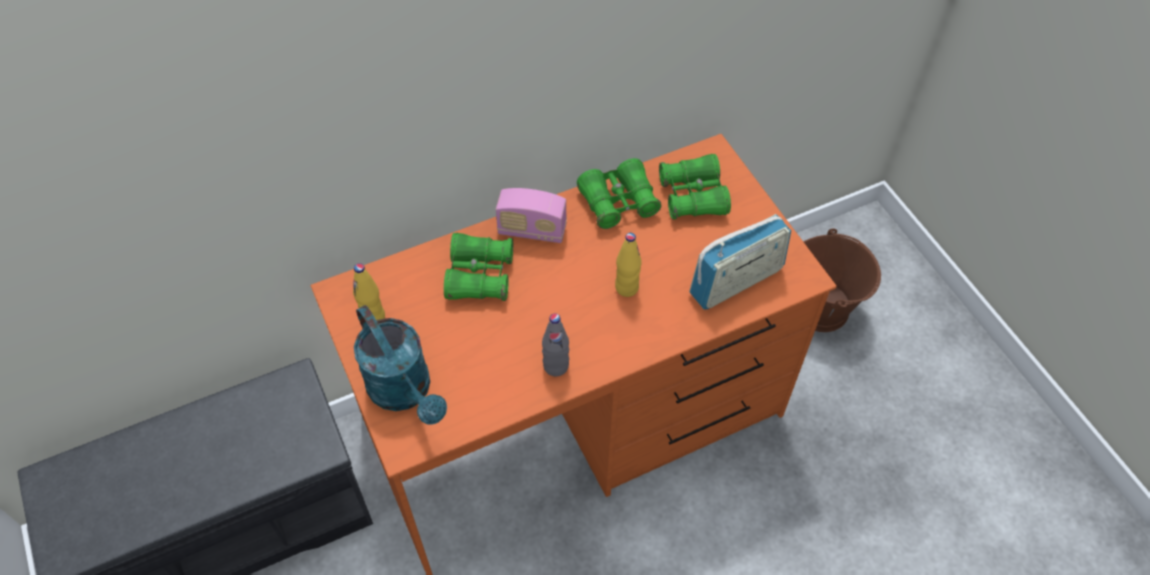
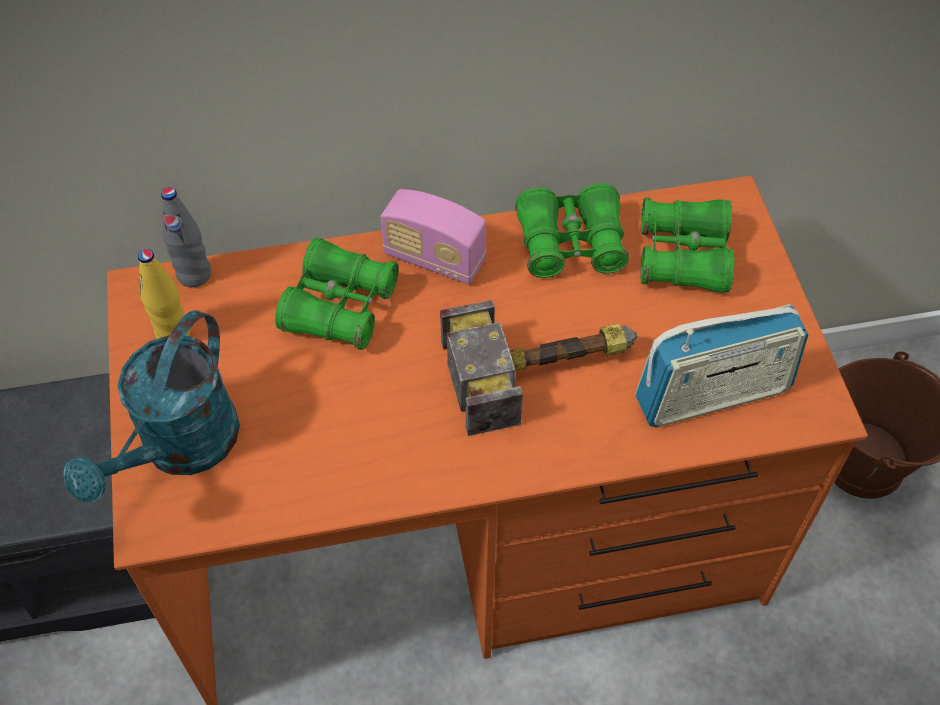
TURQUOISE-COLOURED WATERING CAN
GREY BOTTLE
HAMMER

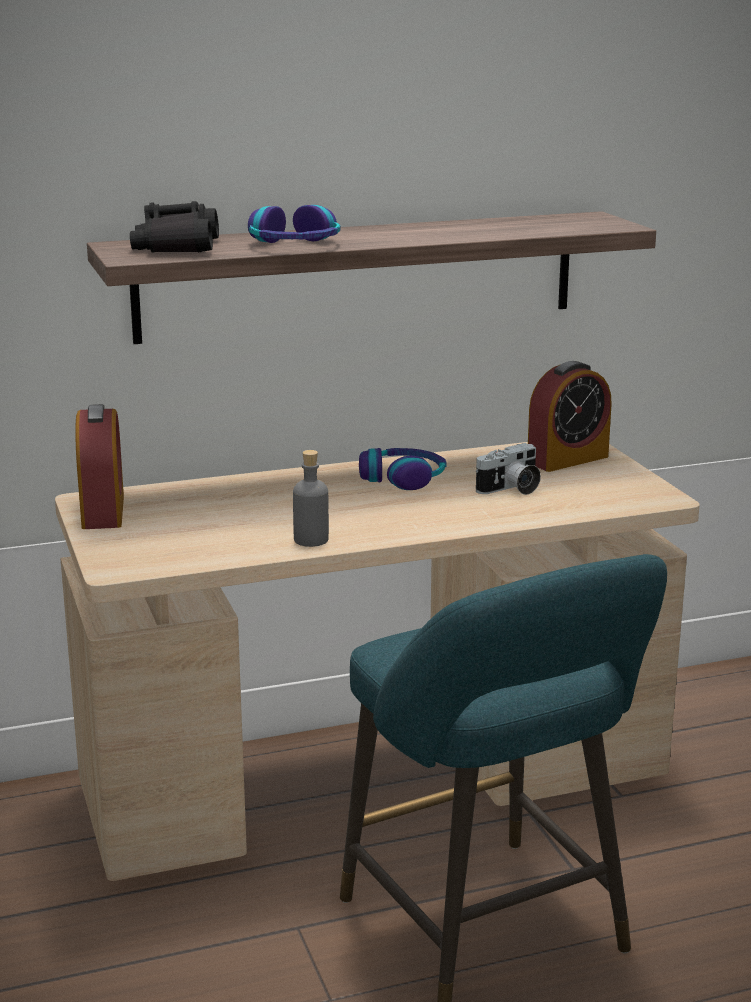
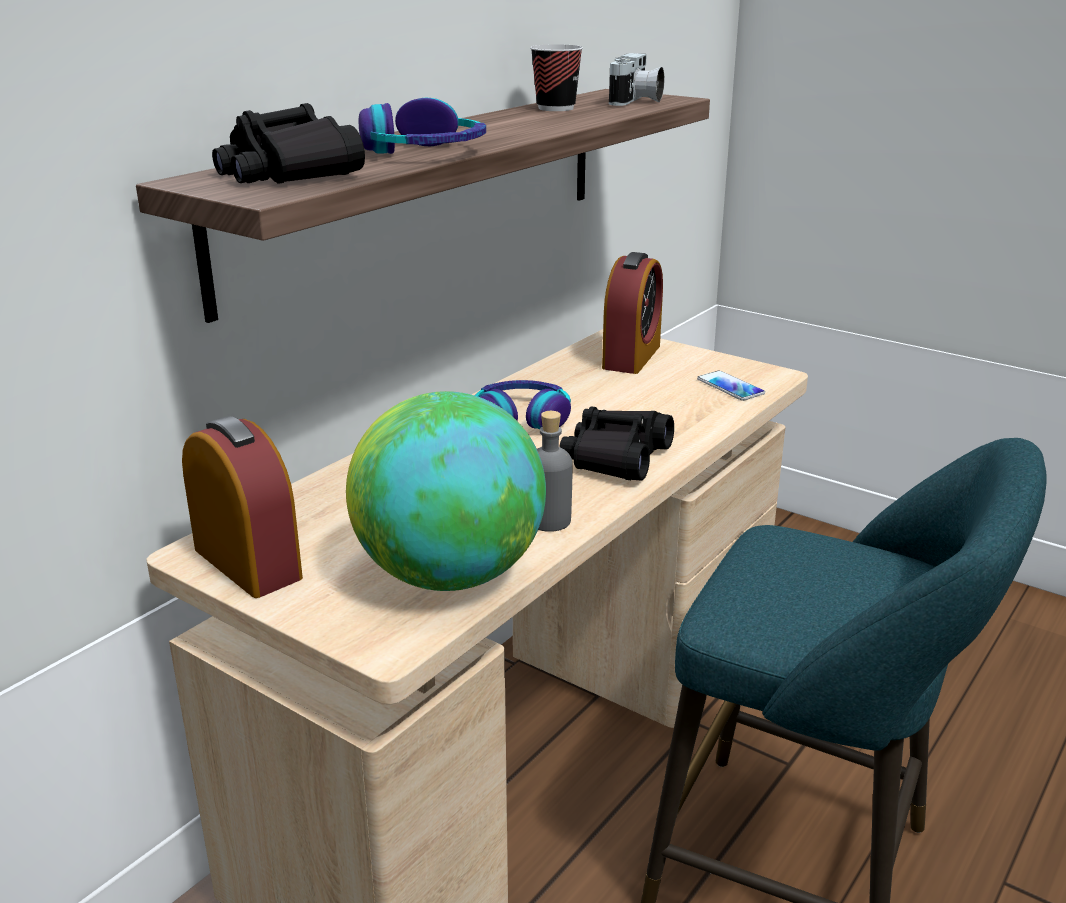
PHOTO CAMERA
DESK GLOBE
DRINKING CUP
BLACKISH PAIR OF BINOCULARS (no. 2 from left)
TELEPHONE

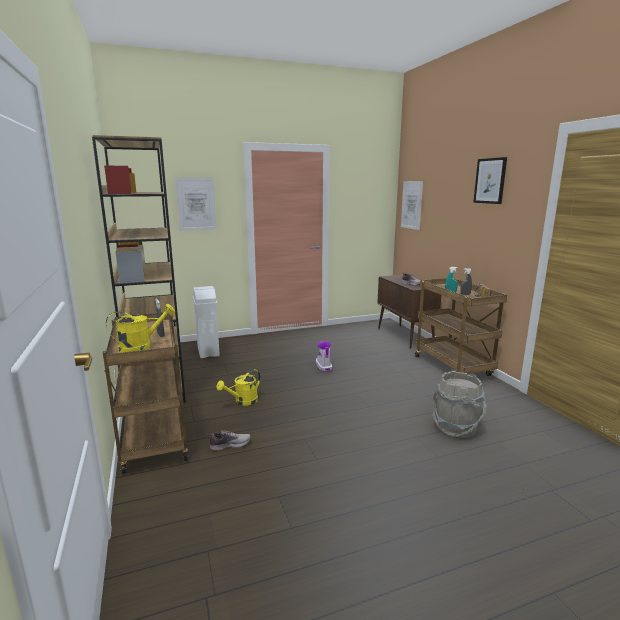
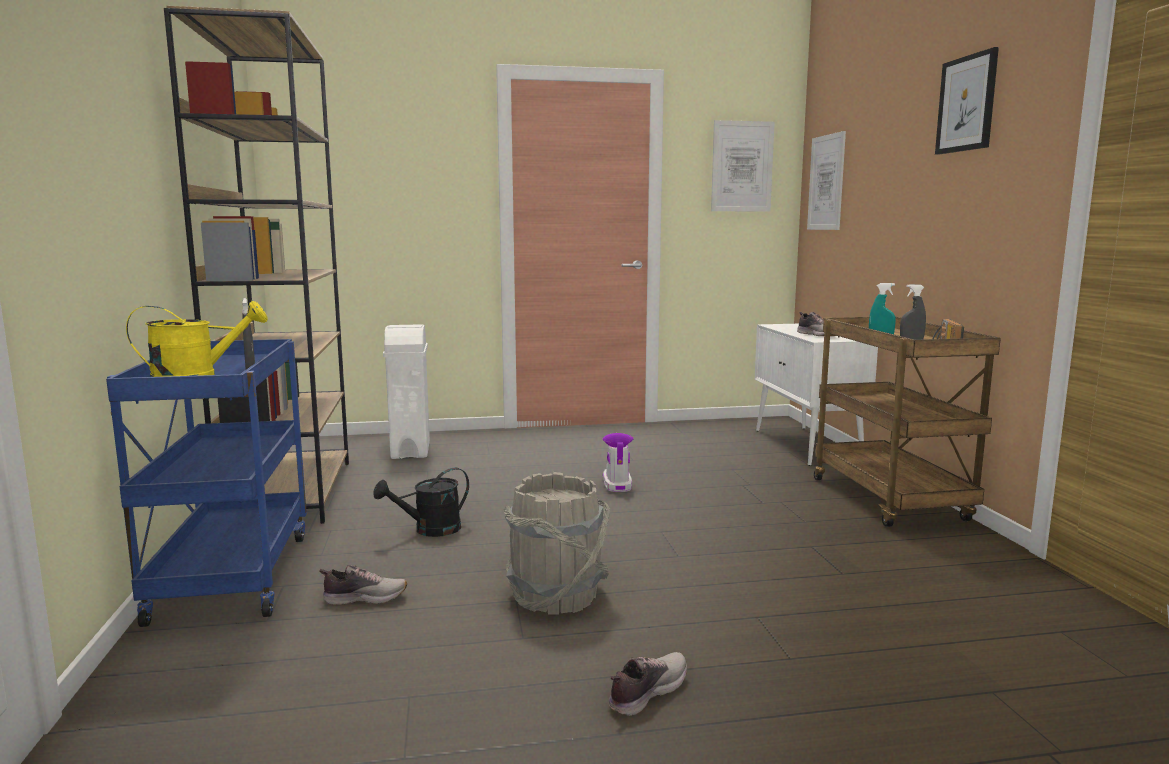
BLUE-COLOURED WHEELED CART
PICTURE (no. 1 from left)
BLACKISH WATERING CAN
WHITE-COLOURED CUPBOARD
GREY WATER BUCKET
ITEM OF FOOTWEAR (no. 2 from left)

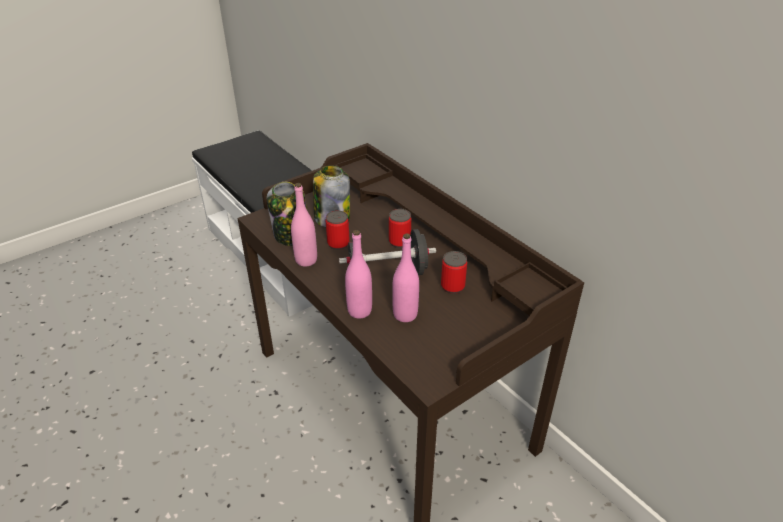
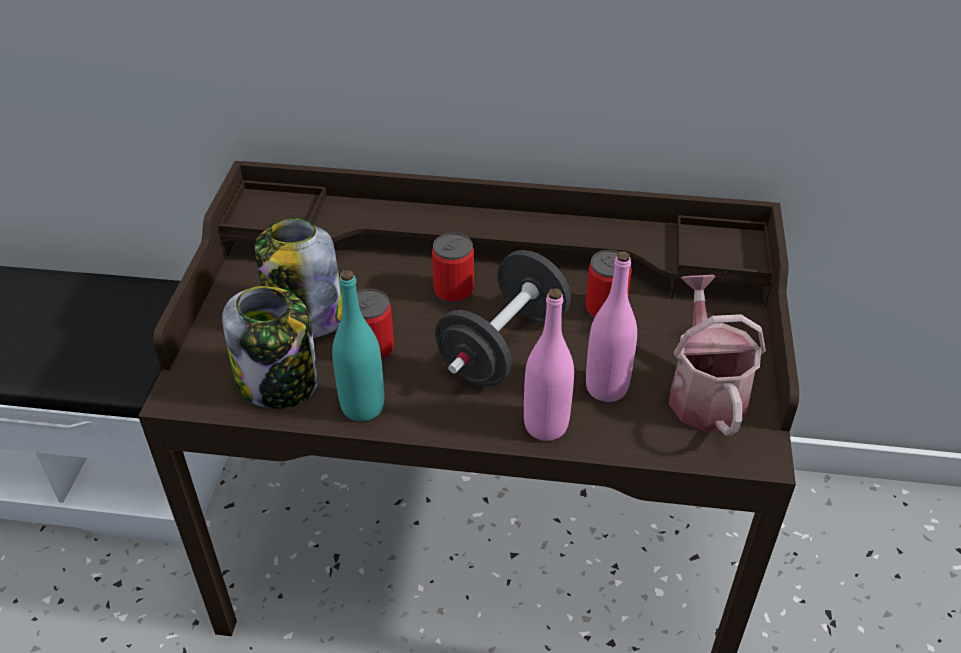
TURQUOISE-COLOURED BOTTLE
WATERING CAN

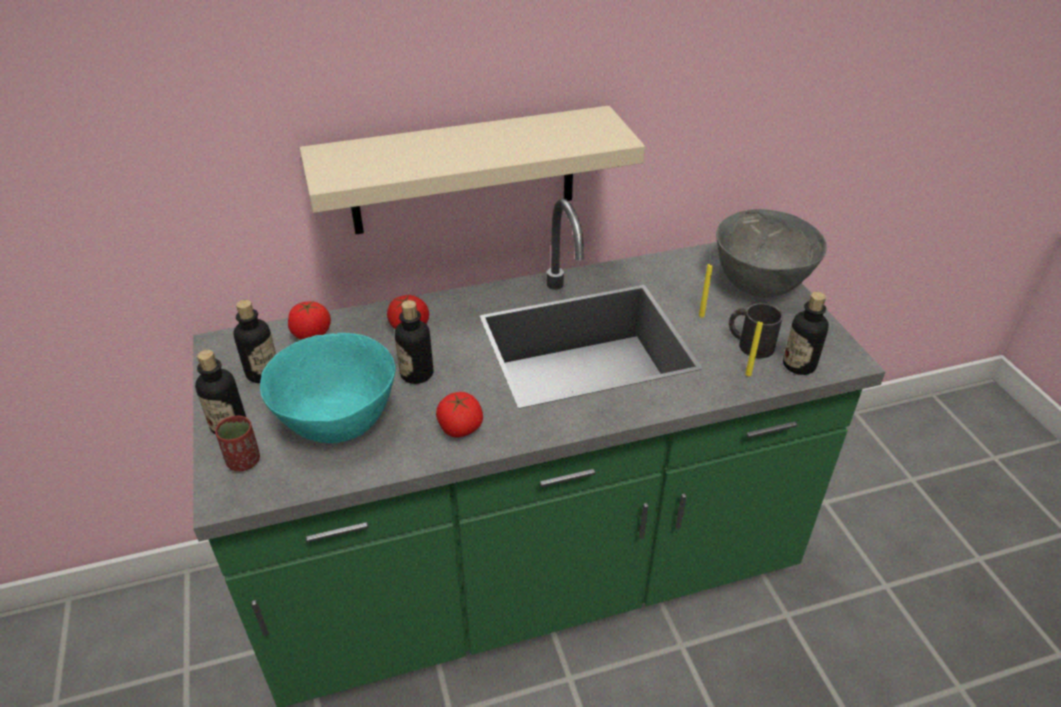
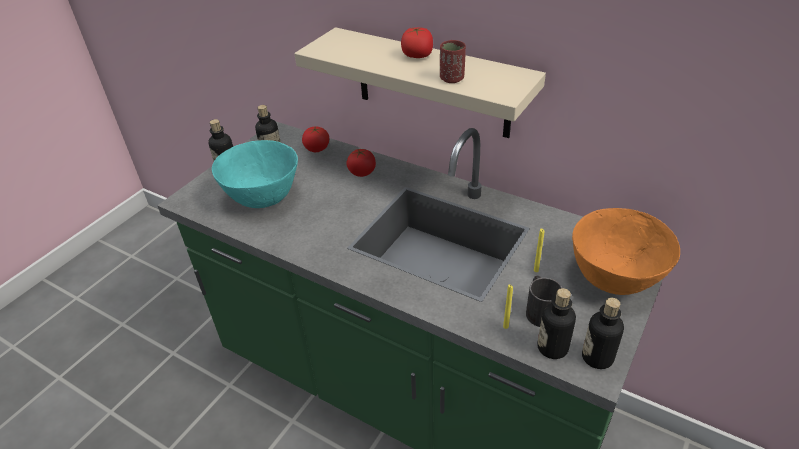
REDDISH DRINKING CUP
BOTTLE (no. 4 from left)
FRESH TOMATO (no. 3 from left)
ORANGE DEEP DISH

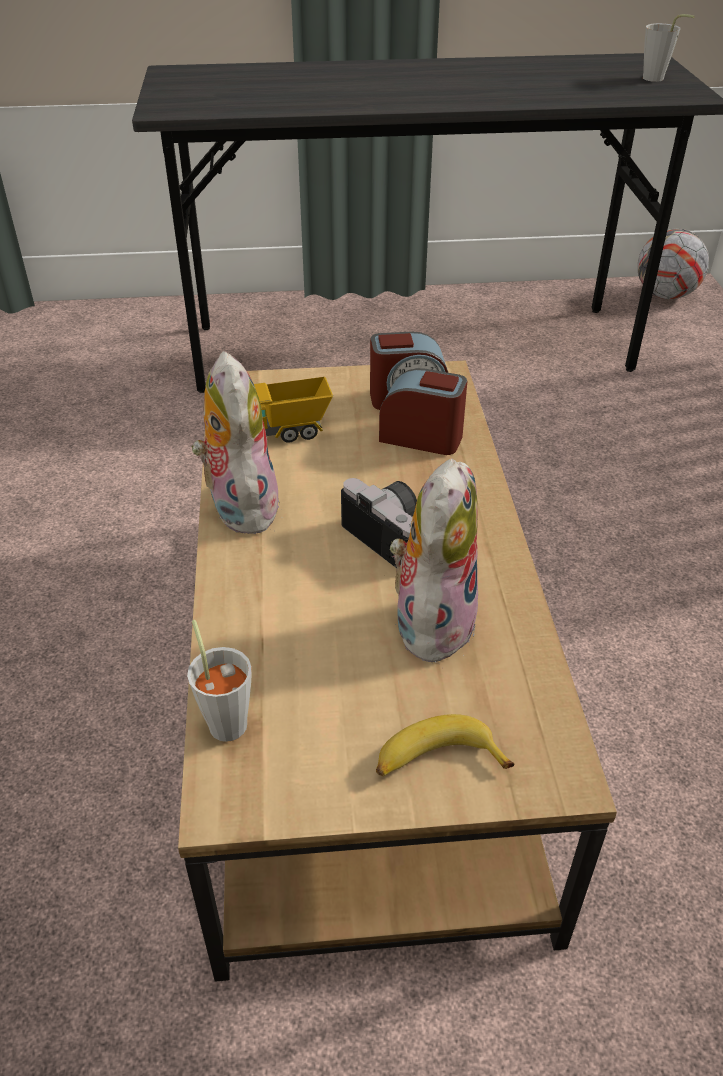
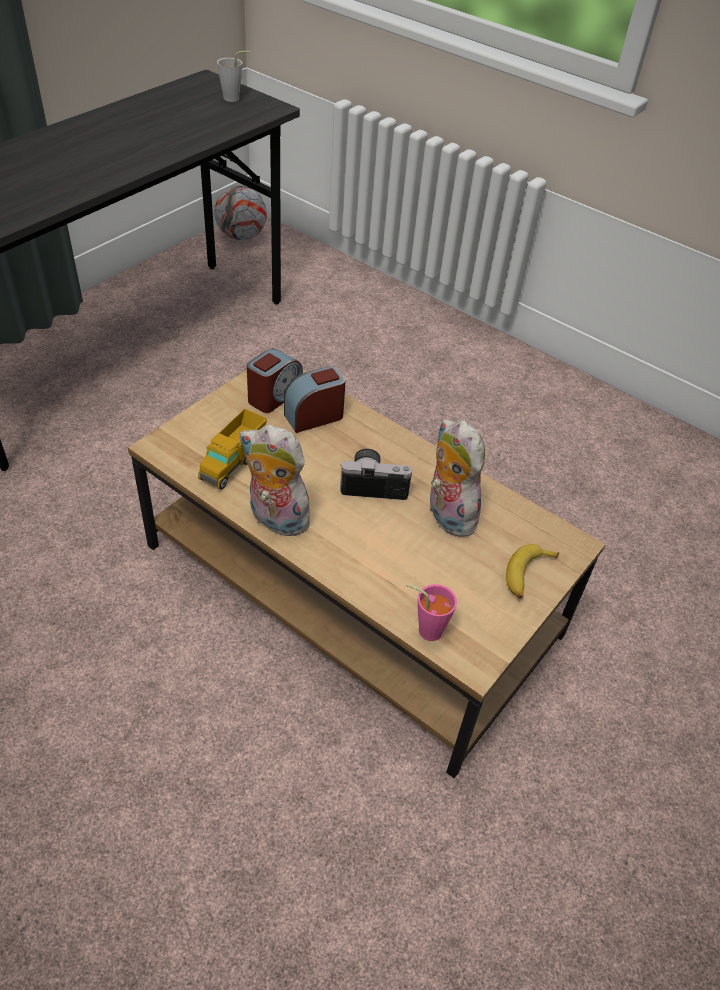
PINKISH DRINKING CUP

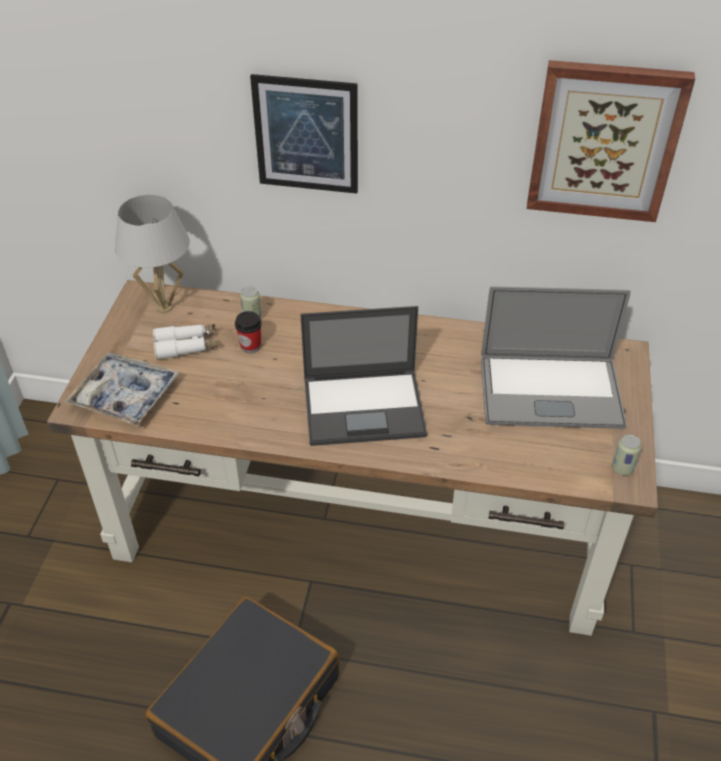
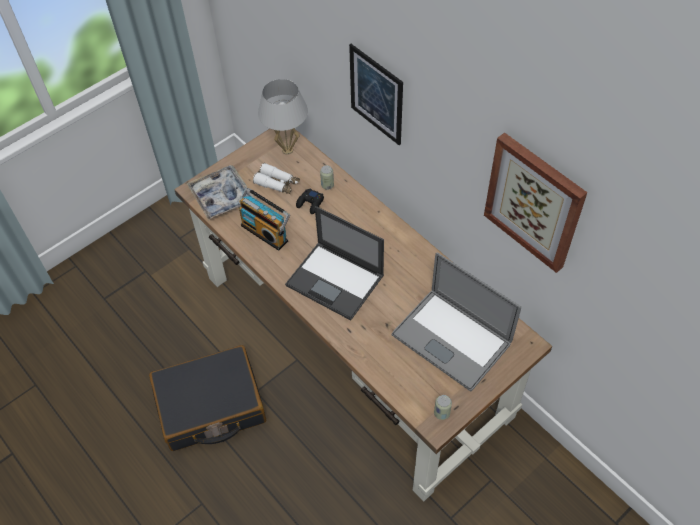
BLACKISH GAMEPAD
RADIO RECEIVER

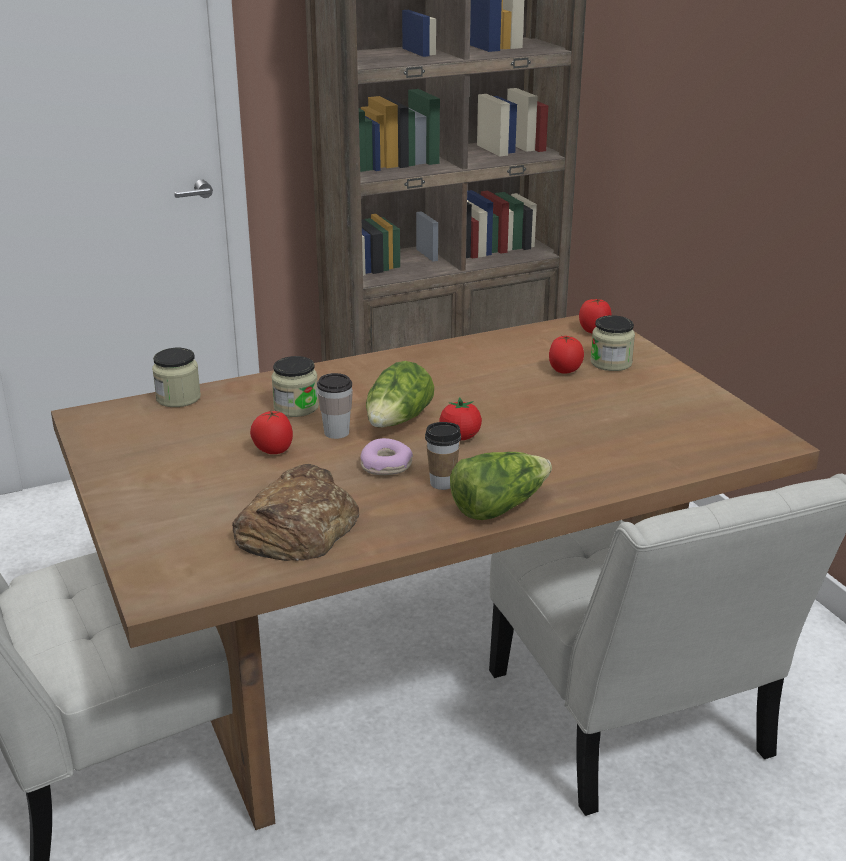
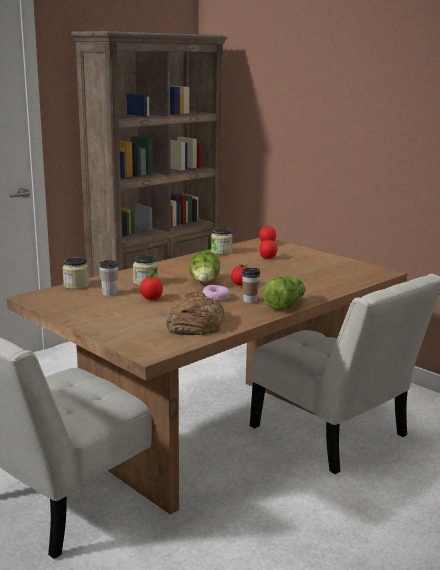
DRINKING CUP (no. 1 from left)
PRESERVE JAR (no. 3 from left)

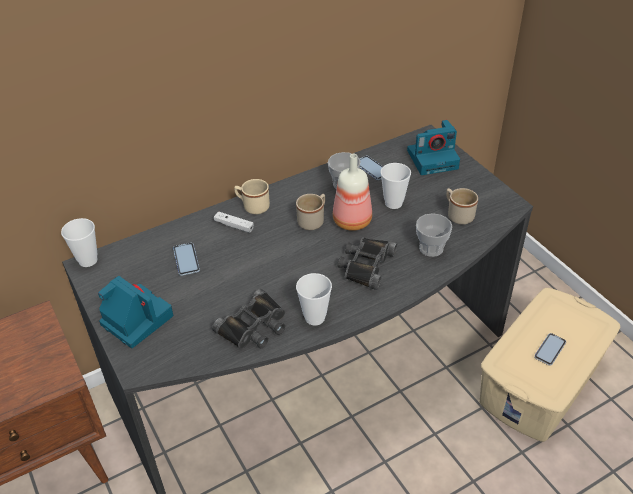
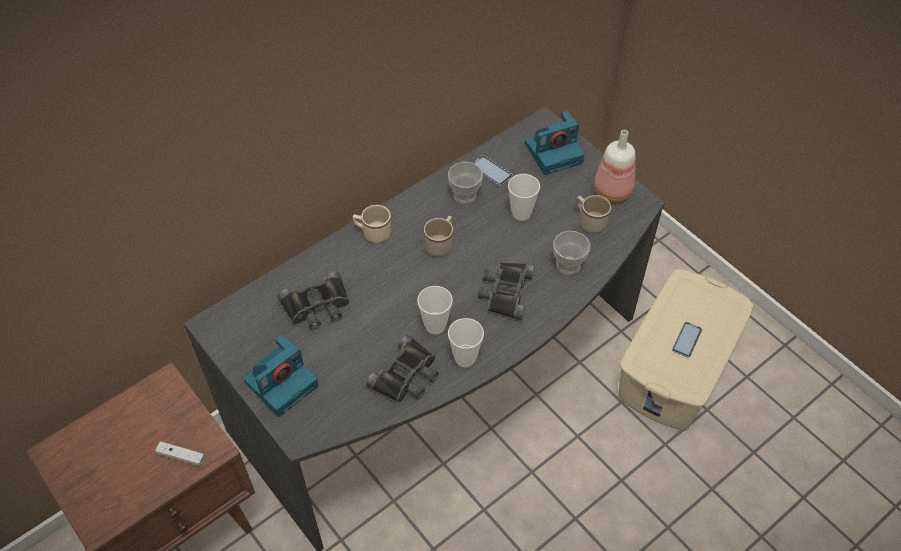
DRINKING CUP (no. 1 from left)
PHOTO CAMERA (no. 1 from left)
BLACKISH PAIR OF BINOCULARS (no. 1 from left)
WHITE-COLOURED GAMEPAD
BOTTLE

